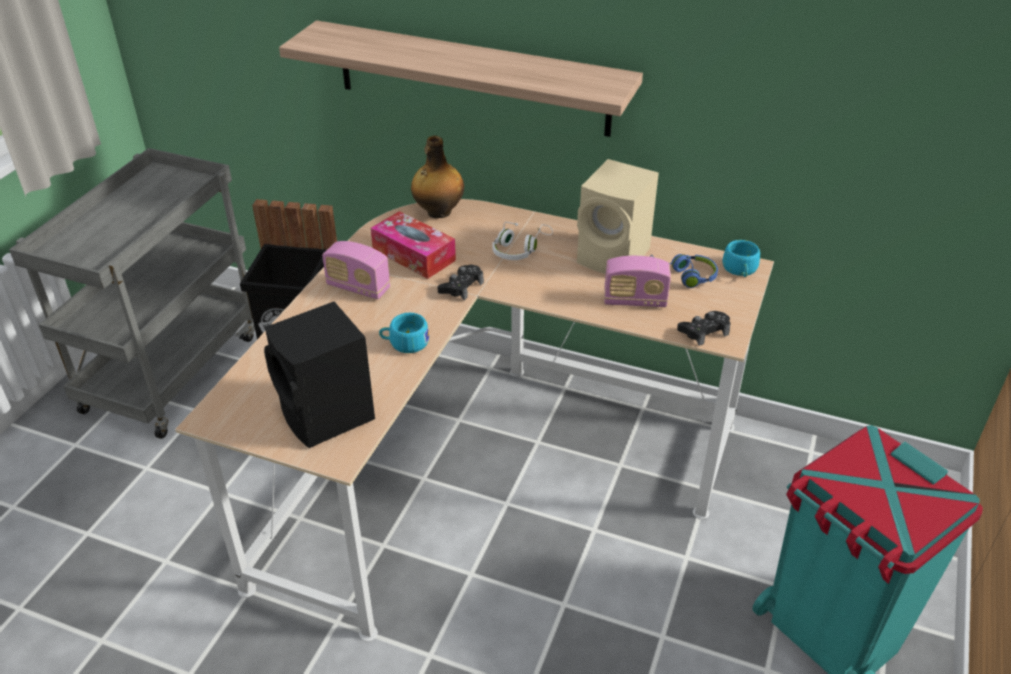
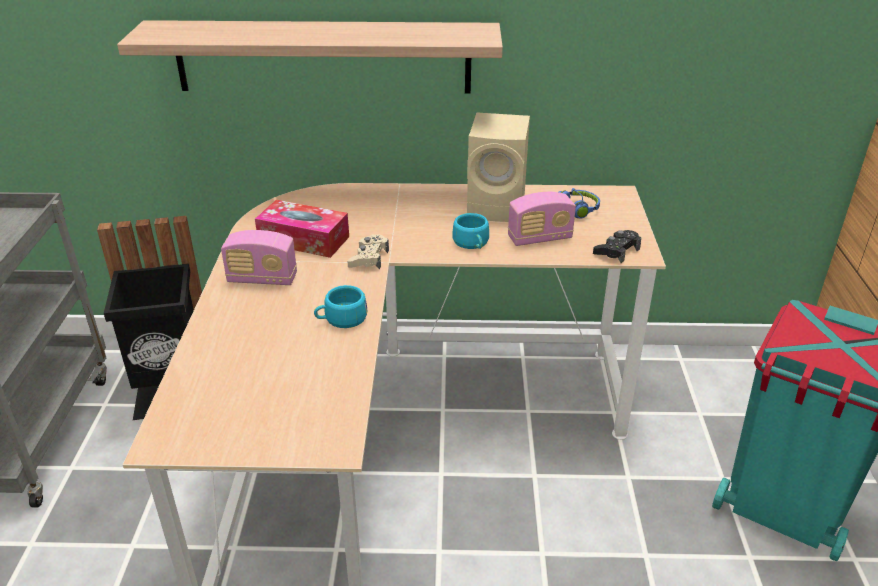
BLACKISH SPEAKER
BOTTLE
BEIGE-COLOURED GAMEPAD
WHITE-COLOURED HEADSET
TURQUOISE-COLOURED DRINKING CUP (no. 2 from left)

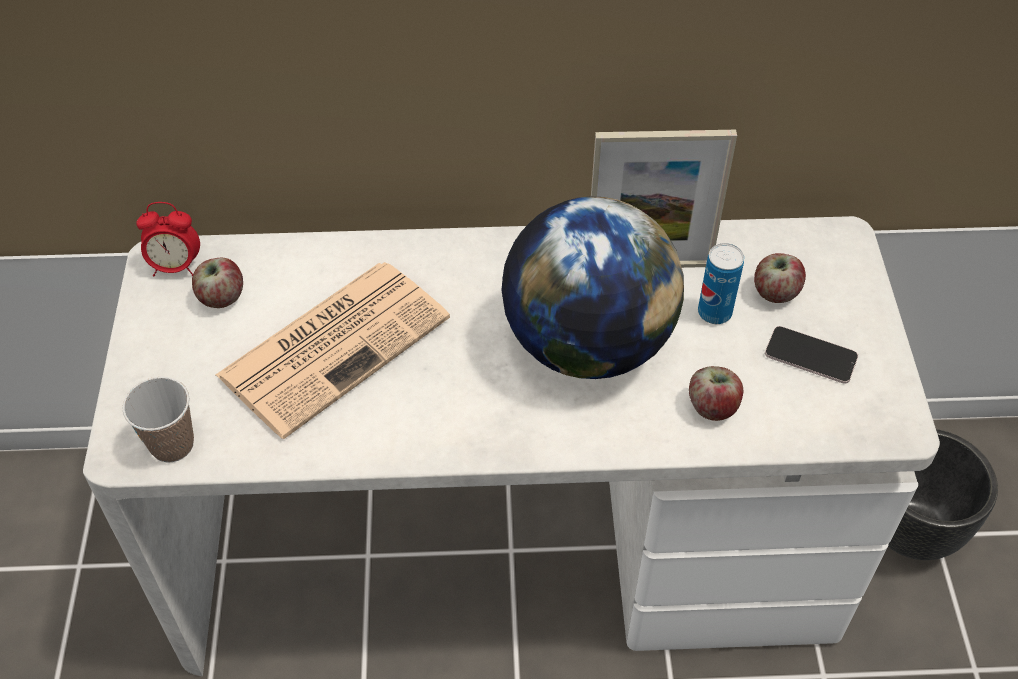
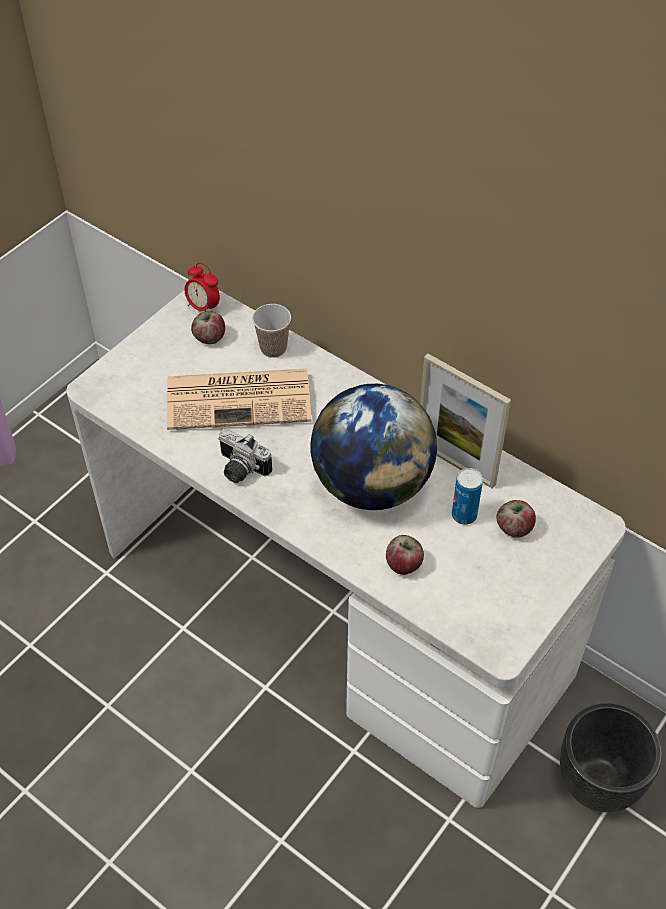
DRINKING CUP
TELEPHONE
PHOTO CAMERA

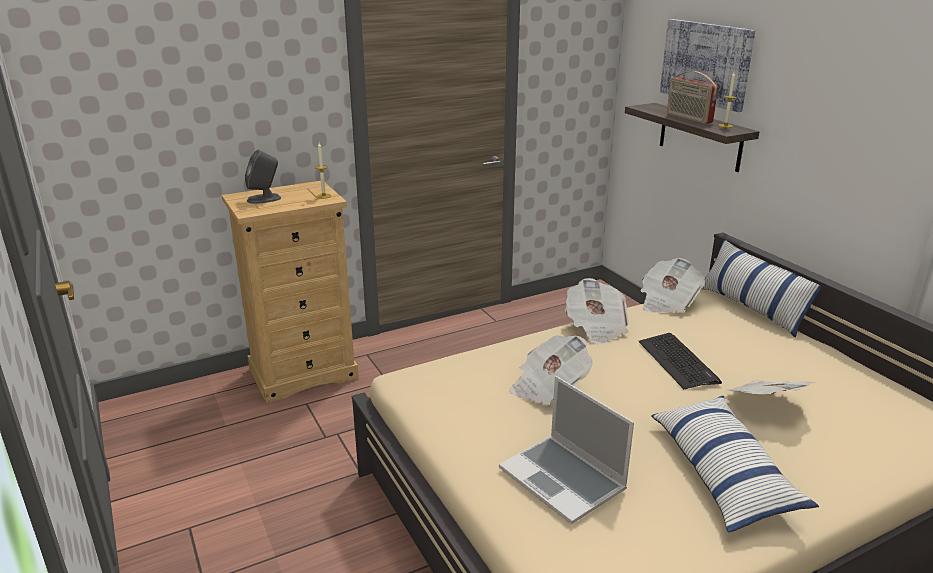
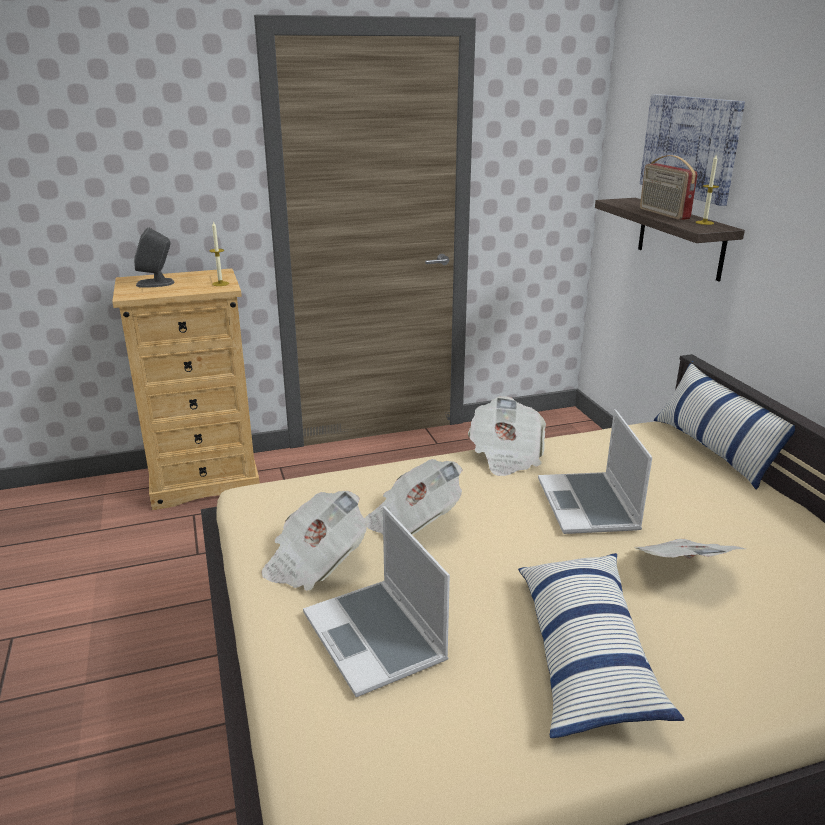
PORTABLE COMPUTER (no. 2 from left)
NEWSPAPER (no. 1 from left)

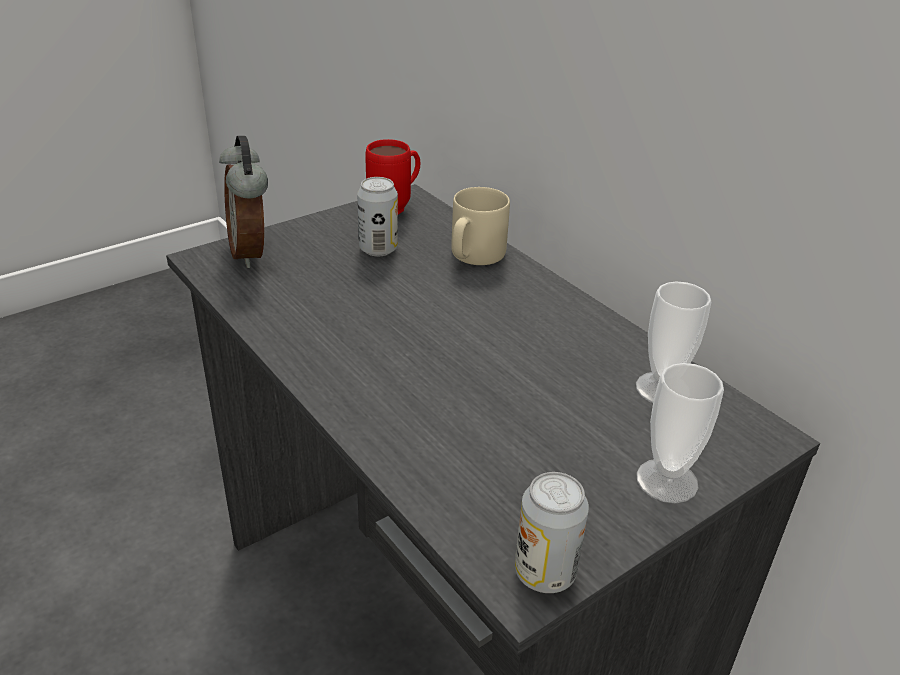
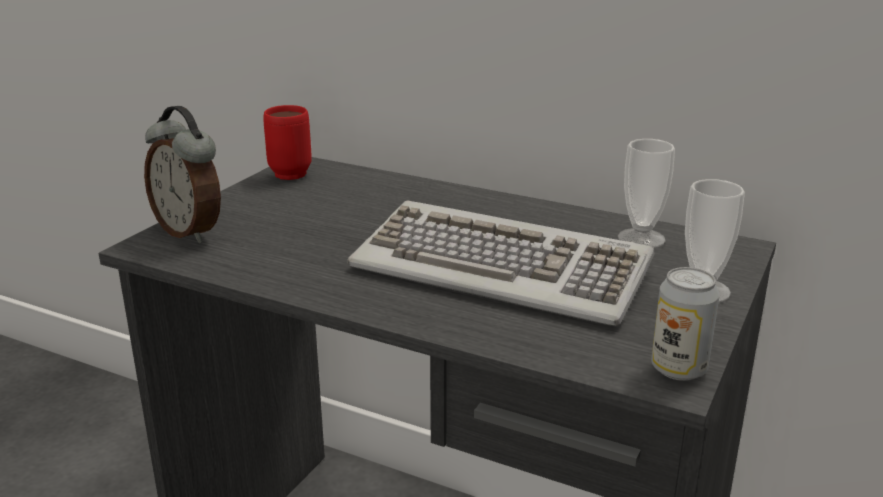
CAN (no. 1 from left in the first image)
BEIGE-COLOURED TEA MUG
COMPUTER KEYBOARD

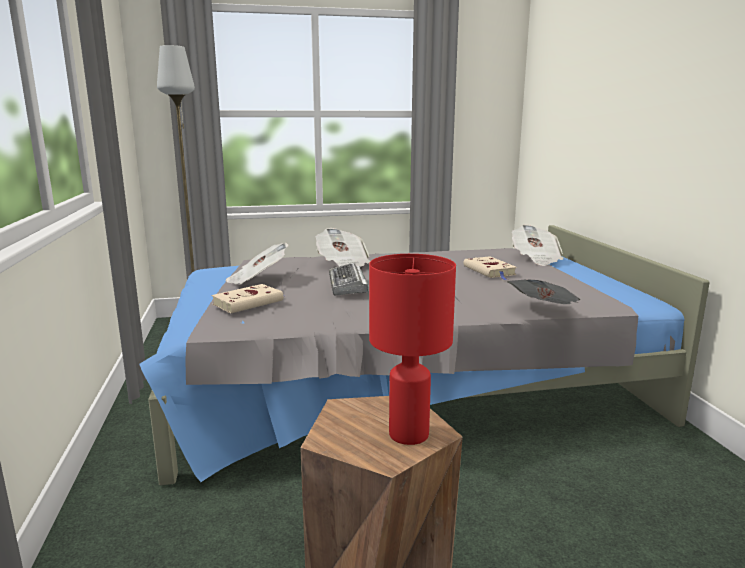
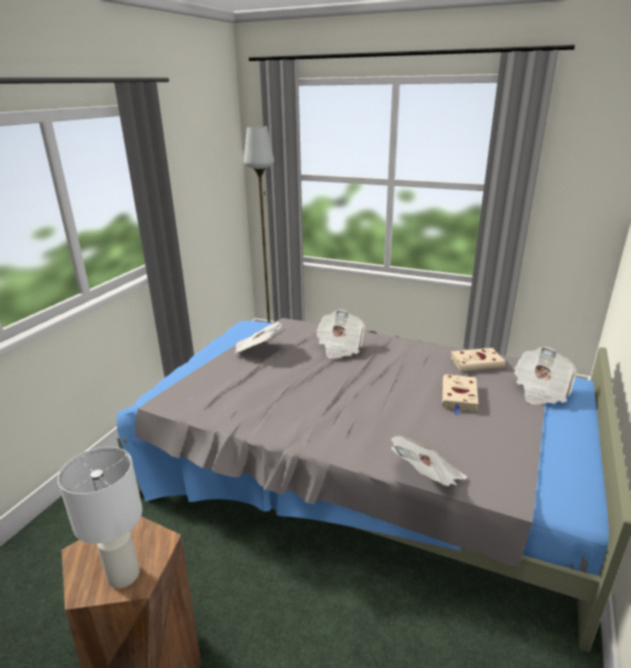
BEIGE-COLOURED BOUND BOOK (no. 2 from left)
COMPUTER KEYBOARD
WHITE-COLOURED LAMP FOR A TABLE

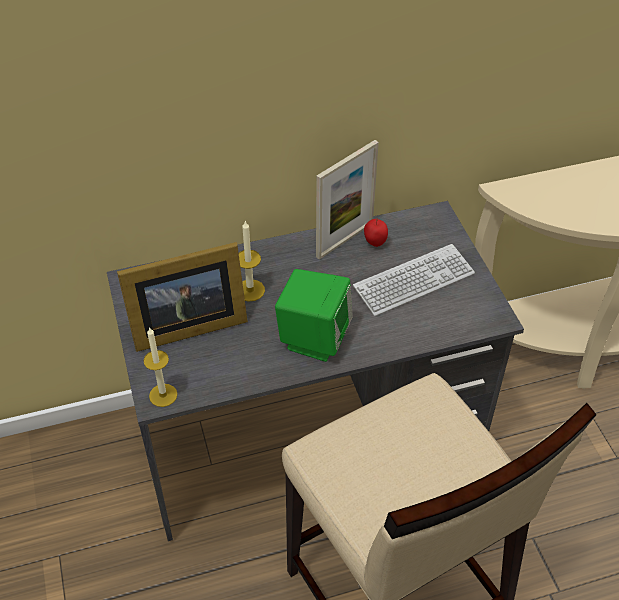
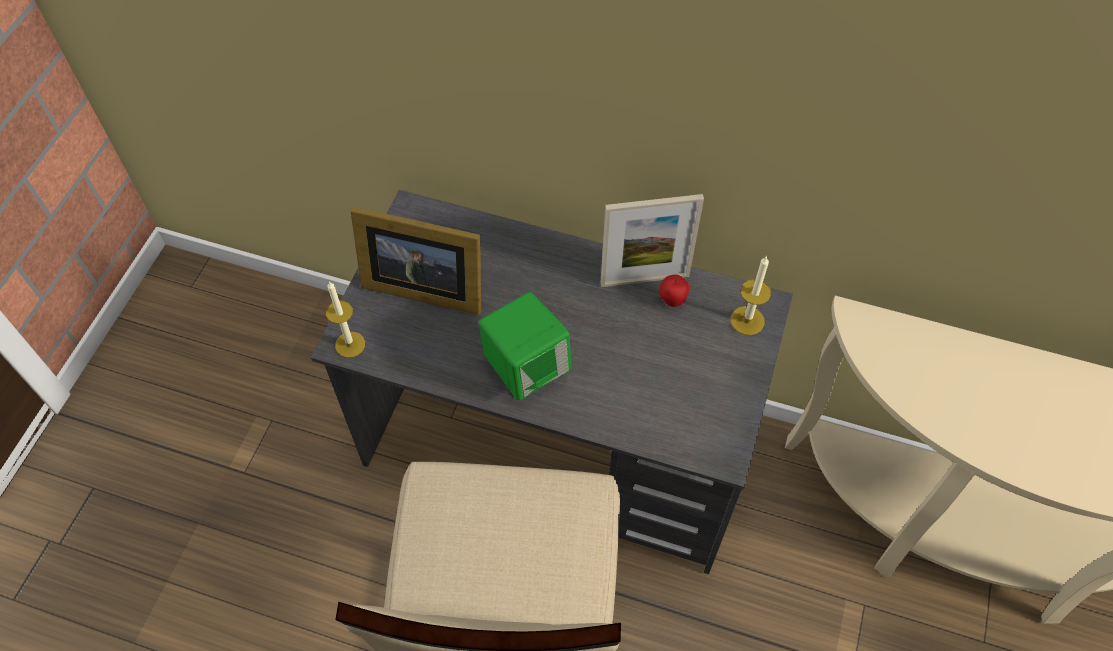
WAX CANDLE (no. 2 from left)
COMPUTER KEYBOARD

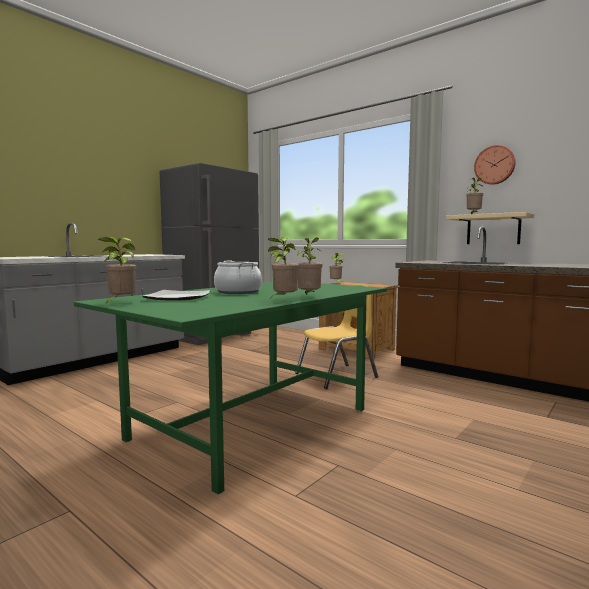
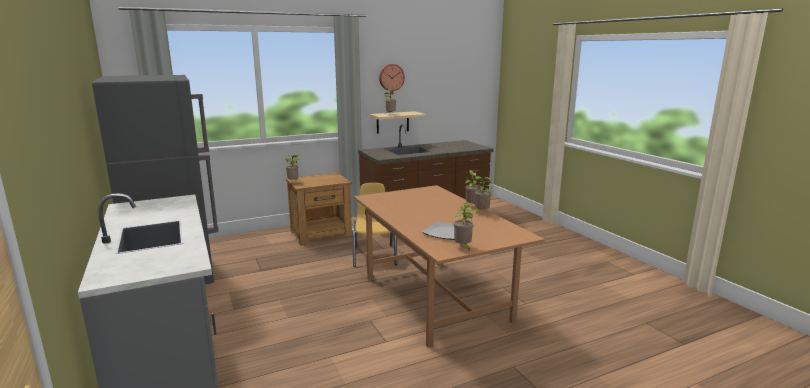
BROWN-COLOURED DINING TABLE
SAUCEPOT

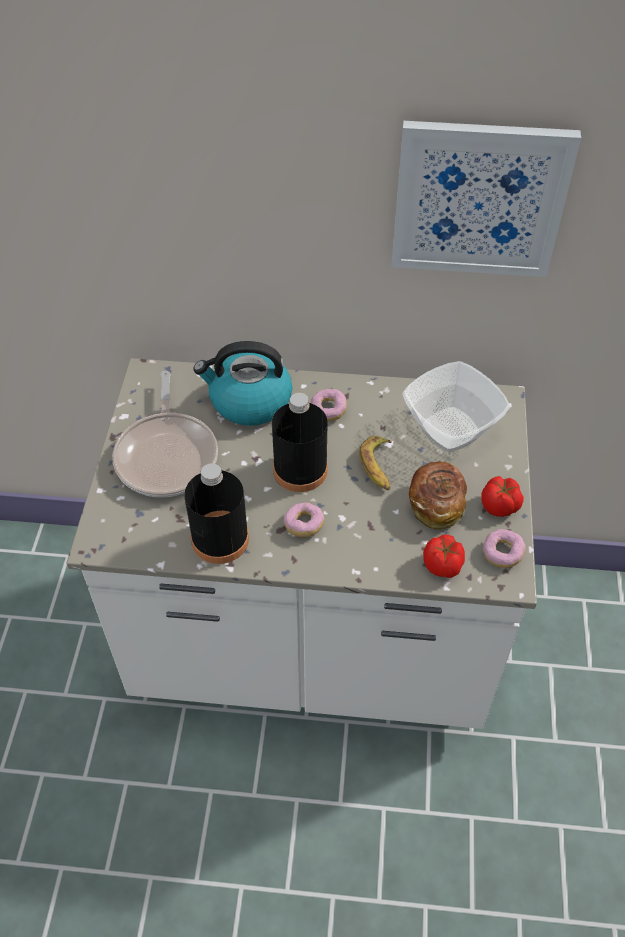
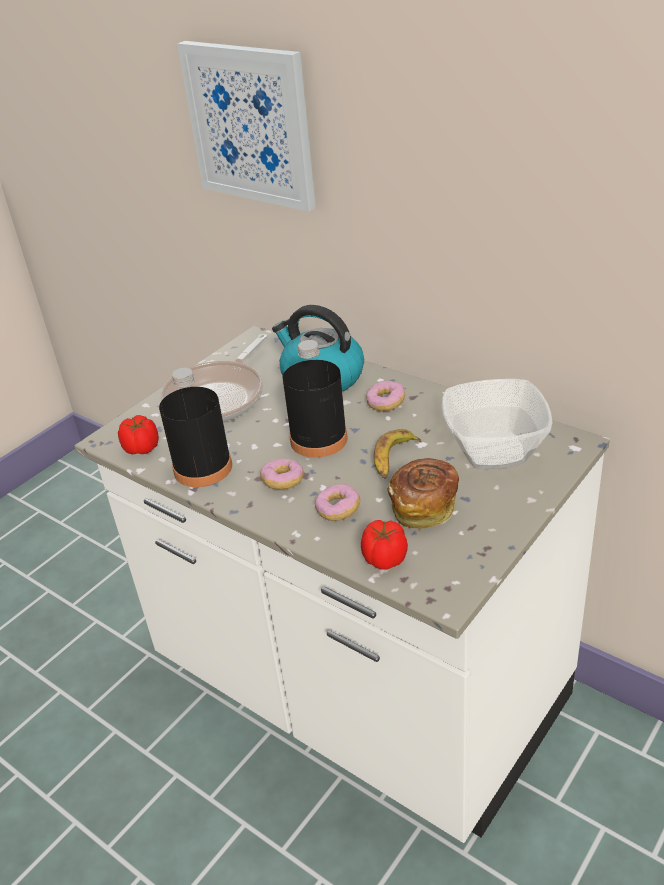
PICTURE
FRESH TOMATO (no. 1 from left)
DONUT (no. 2 from left)

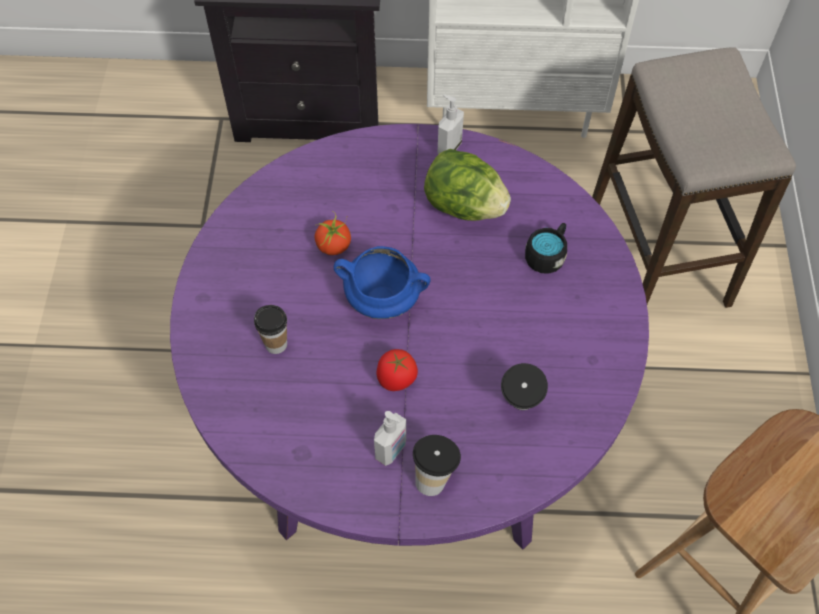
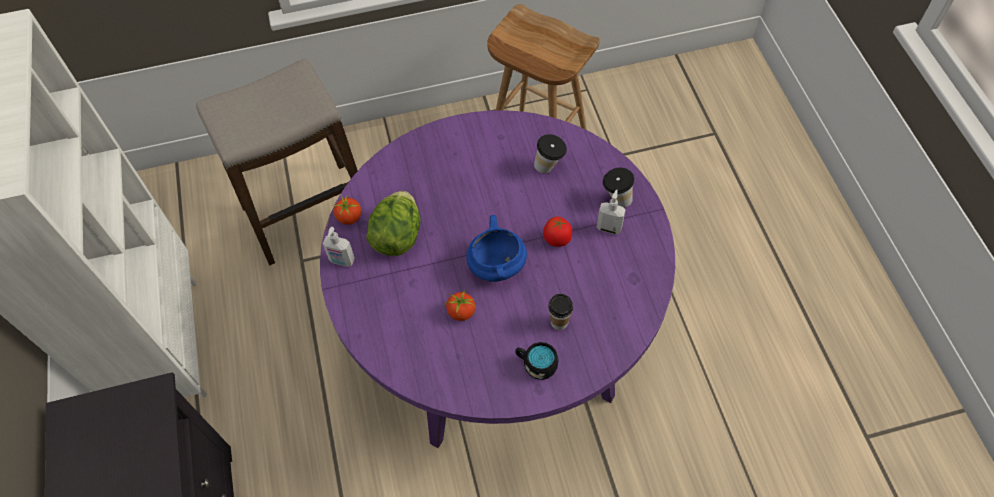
BLACKISH TEA MUG
FRESH TOMATO (no. 1 from left)

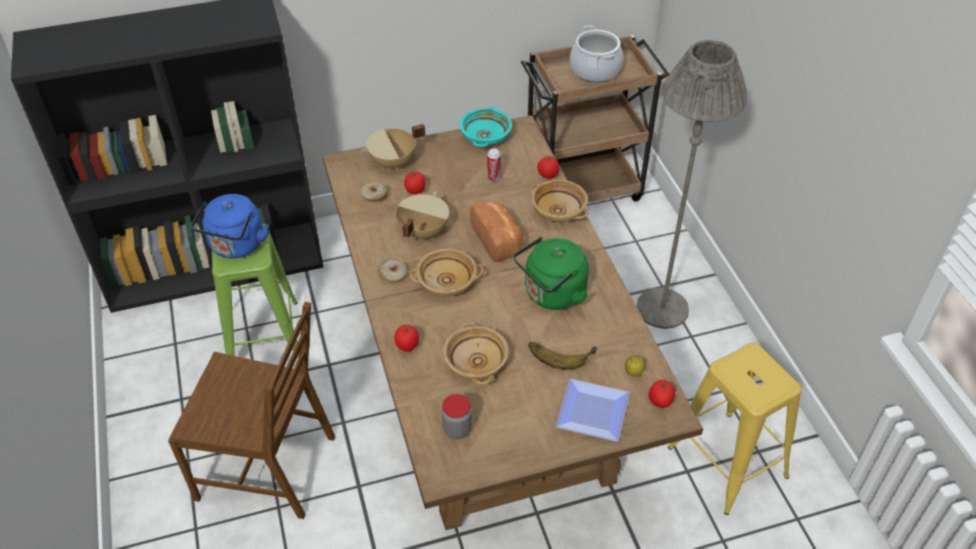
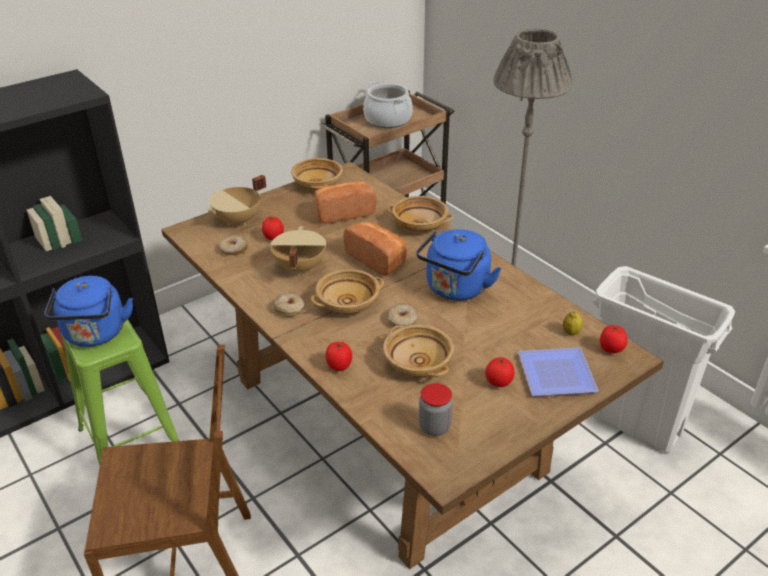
BEIGE-COLOURED DEEP DISH (no. 1 from left)
BAKERY BREAD (no. 1 from left)
BLUE-COLOURED KETTLE (no. 2 from left)
BANANA FRUIT
FRESH TOMATO (no. 3 from left)
WHITE-COLOURED WASTE BIN
DONUT (no. 3 from left)

